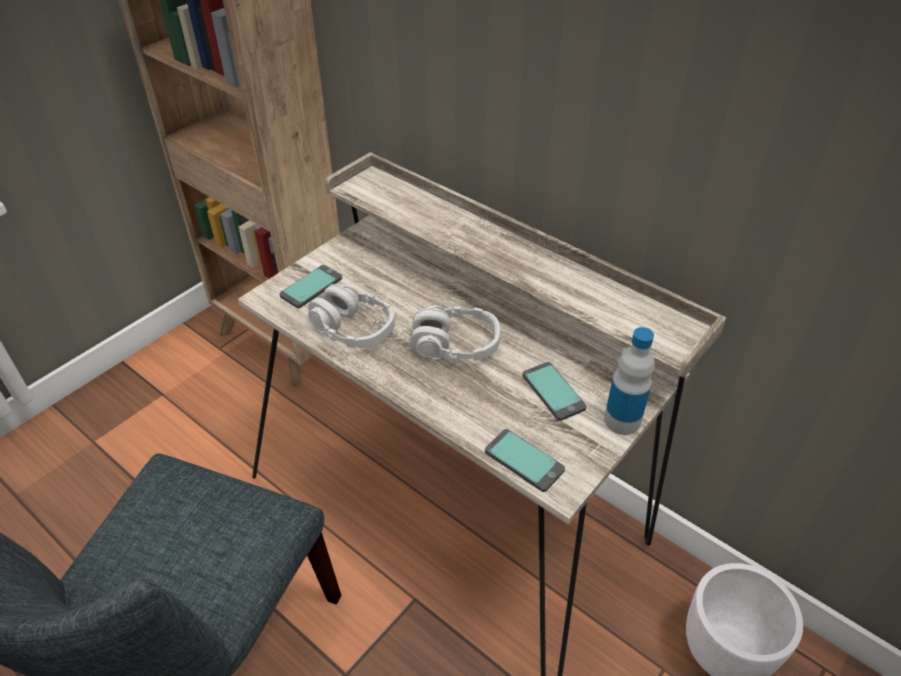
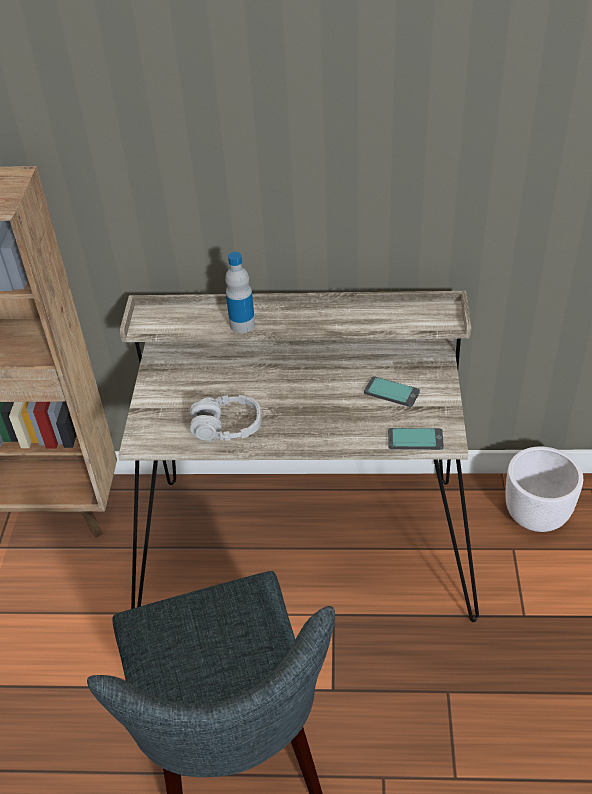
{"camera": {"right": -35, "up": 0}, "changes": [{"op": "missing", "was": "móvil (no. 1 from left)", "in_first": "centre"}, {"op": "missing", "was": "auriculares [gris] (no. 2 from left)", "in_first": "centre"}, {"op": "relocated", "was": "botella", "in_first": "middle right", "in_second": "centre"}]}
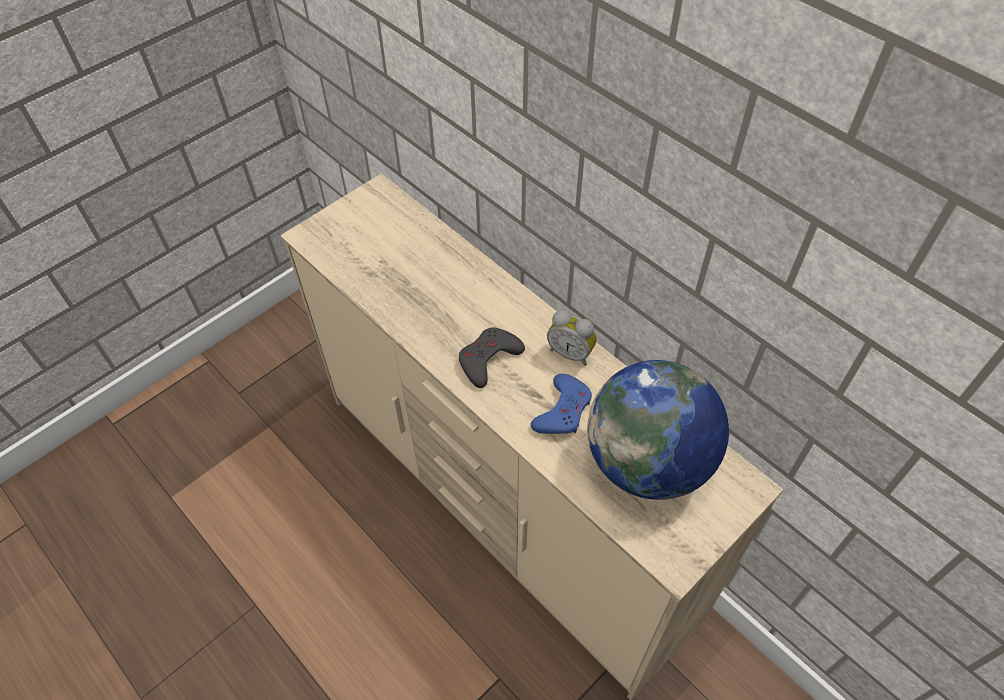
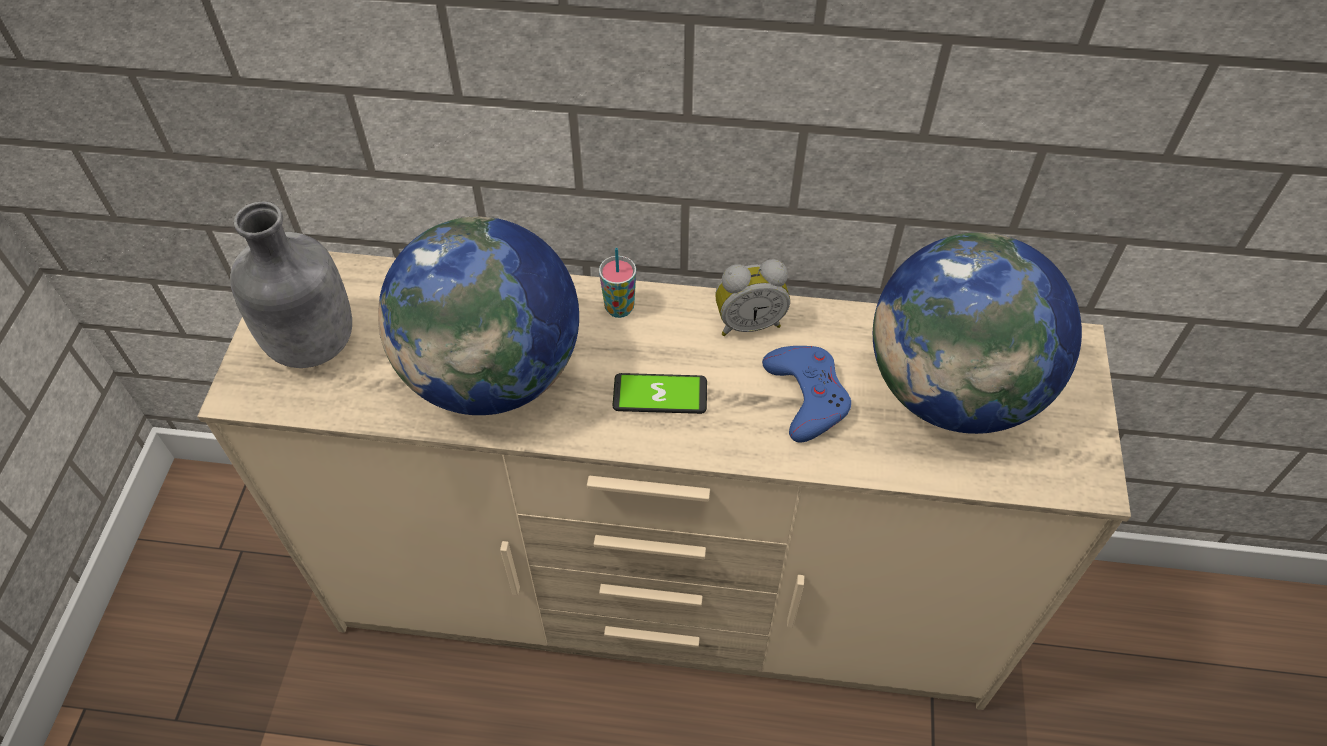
{"camera": {"right": -40, "up": 0}, "changes": [{"op": "exchanged", "was": "mando de consola [gris]", "now": "móvil", "in_first": "centre", "in_second": "centre"}, {"op": "appeared", "now": "botella [gris]", "in_second": "middle left"}, {"op": "appeared", "now": "globo terráqueo (no. 1 from left)", "in_second": "centre"}, {"op": "appeared", "now": "taza", "in_second": "centre"}]}
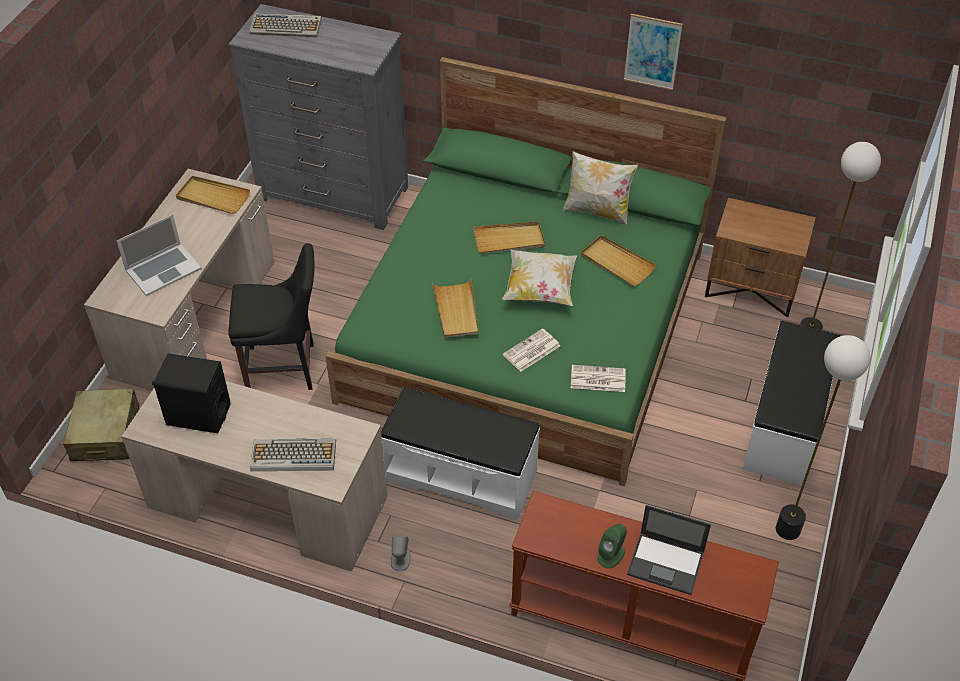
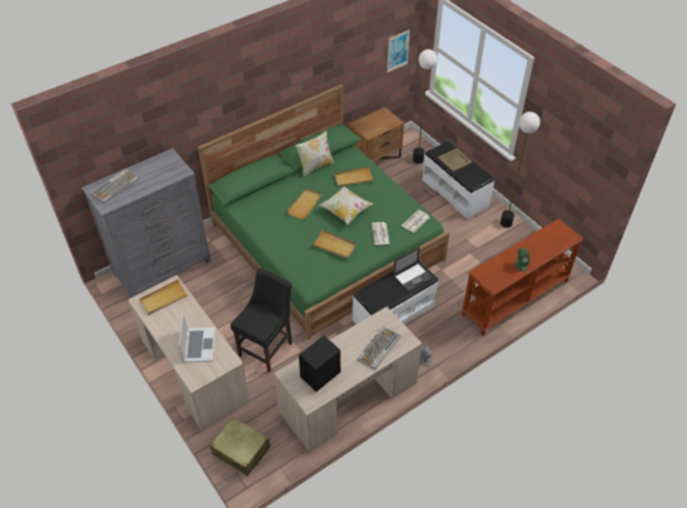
{"camera": {"right": -55, "up": 0}, "changes": [{"op": "relocated", "was": "cuadro", "in_first": "top right", "in_second": "top centre"}, {"op": "relocated", "was": "portátil (no. 2 from left)", "in_first": "bottom right", "in_second": "centre"}, {"op": "appeared", "now": "bandeja [beis] (no. 5 from left)", "in_second": "top centre"}]}
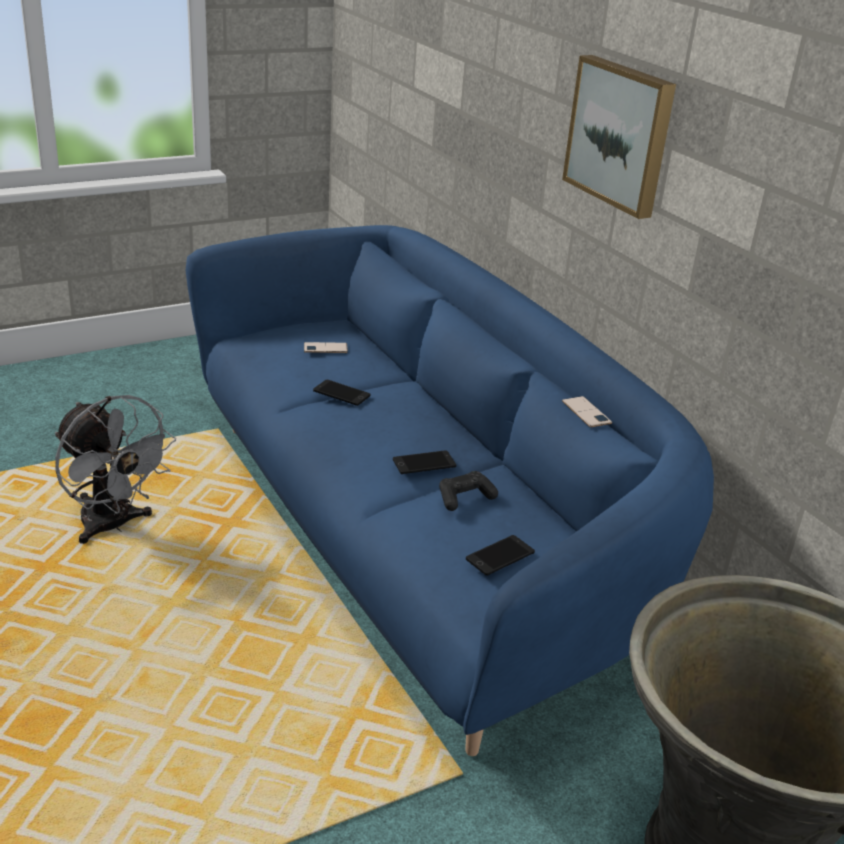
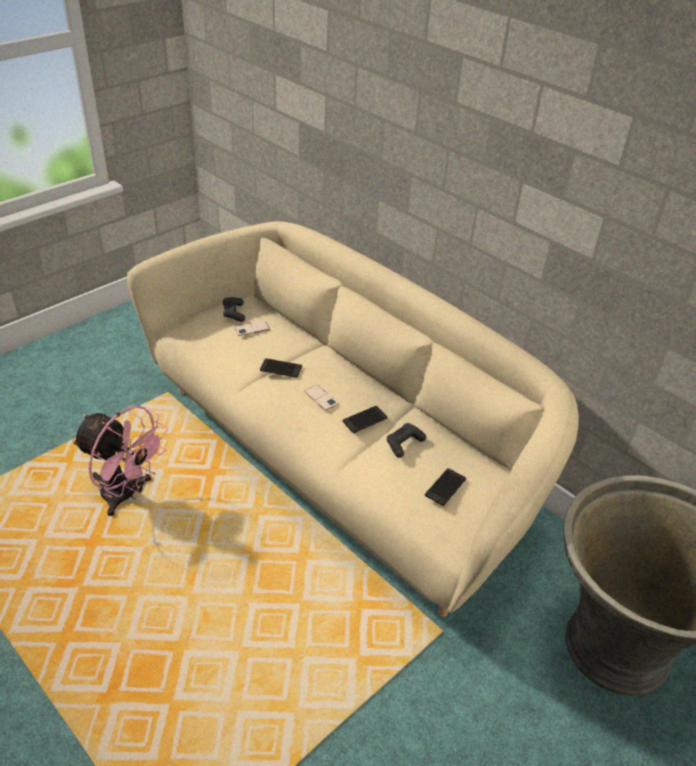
{"camera": {"right": -15, "up": 10}, "changes": [{"op": "colour", "was": "ventilador [gris]", "now": "ventilador [rosa]", "in_first": "middle left", "in_second": "middle left"}, {"op": "colour", "was": "sofá [azul]", "now": "sofá [beis]", "in_first": "centre", "in_second": "centre"}, {"op": "missing", "was": "cuadro", "in_first": "top right"}, {"op": "relocated", "was": "móvil (no. 5 from left in the first image)", "now": "móvil (no. 3 from left)", "in_first": "middle right", "in_second": "centre"}, {"op": "appeared", "now": "mando de consola [negro] (no. 1 from left)", "in_second": "centre"}]}
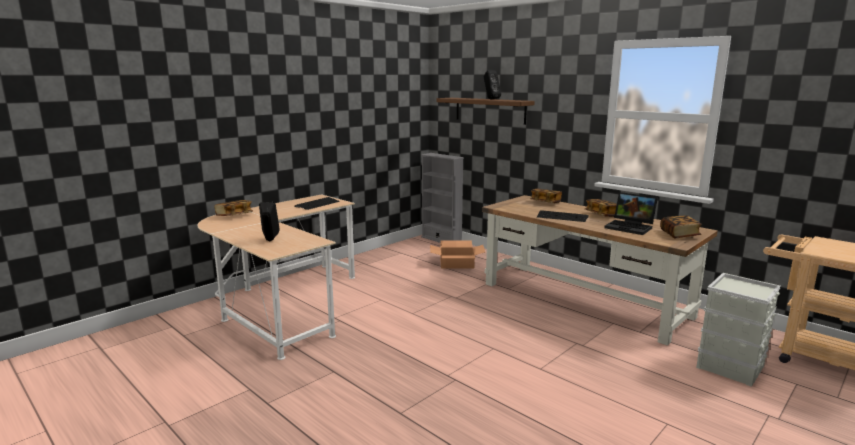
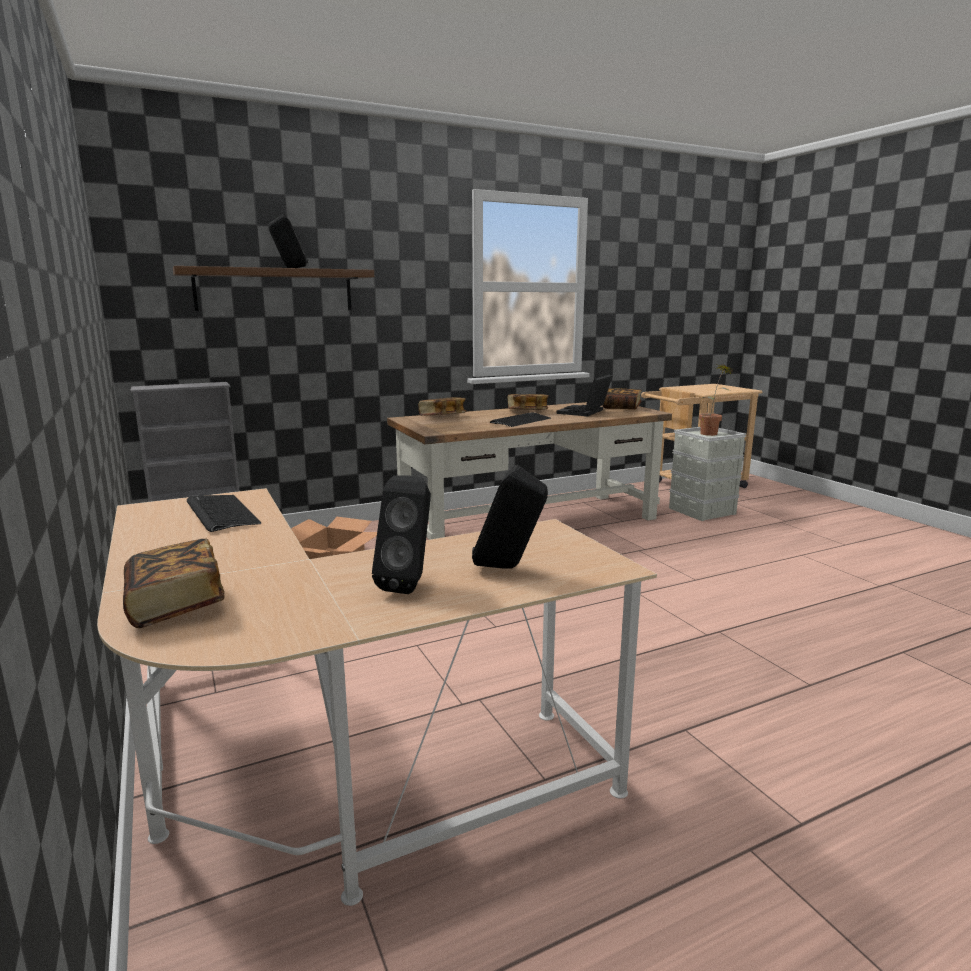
{"camera": {"right": -70, "up": 0}, "changes": [{"op": "spun", "was": "portátil", "in_first": "middle right", "in_second": "centre", "clockwise": 150}, {"op": "appeared", "now": "altavoz [negro] (no. 2 from left)", "in_second": "centre"}, {"op": "appeared", "now": "planta en maceta", "in_second": "middle right"}]}
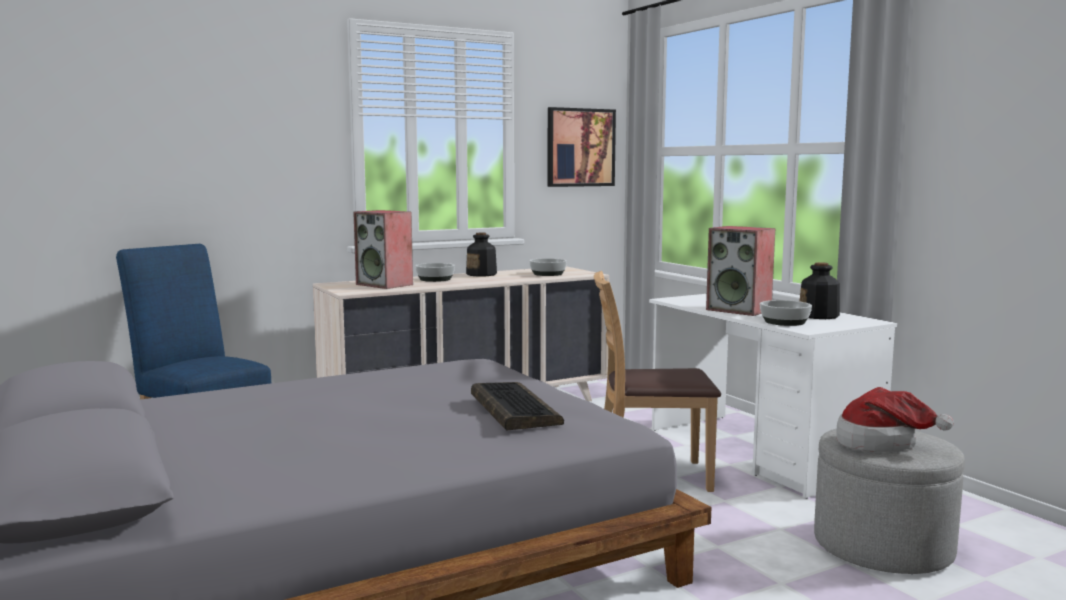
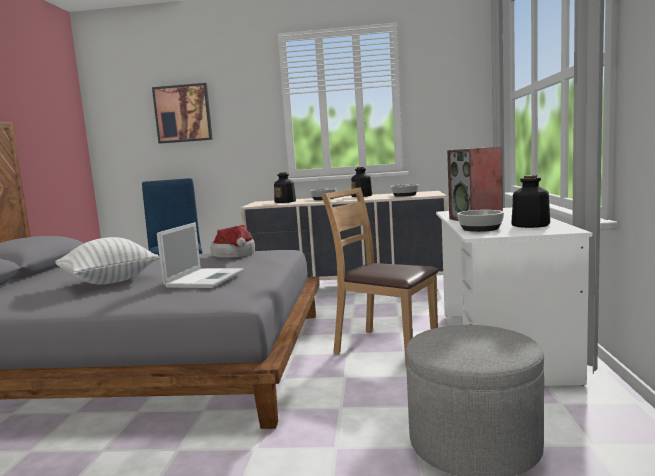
{"camera": {"right": 35, "up": 0}, "changes": [{"op": "exchanged", "was": "altavoz (no. 1 from left)", "now": "botella (no. 1 from left)", "in_first": "centre", "in_second": "centre"}, {"op": "exchanged", "was": "teclado", "now": "portátil", "in_first": "bottom centre", "in_second": "middle left"}, {"op": "relocated", "was": "cuadro", "in_first": "top centre", "in_second": "top left"}, {"op": "relocated", "was": "sombrero", "in_first": "bottom right", "in_second": "centre"}, {"op": "appeared", "now": "cojín [blanco]", "in_second": "middle left"}]}
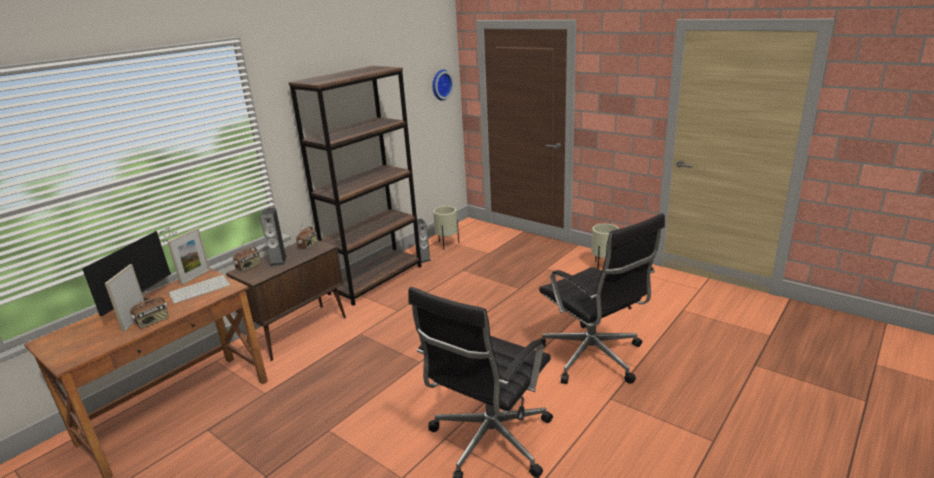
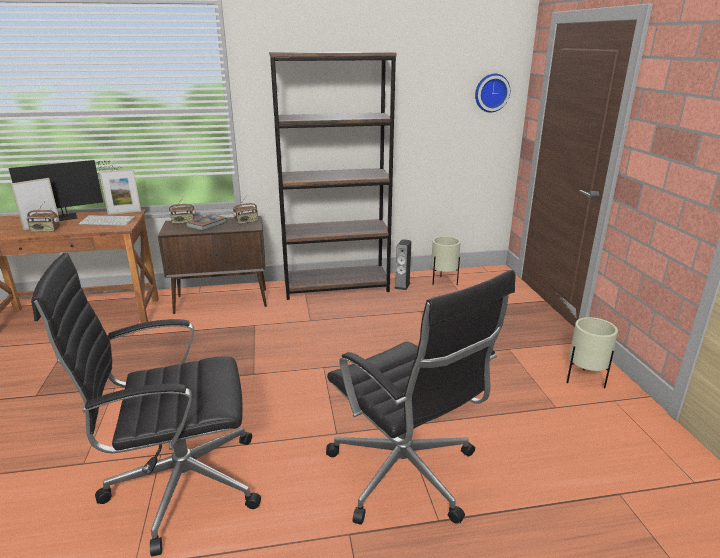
{"camera": {"right": 40, "up": 0}, "changes": [{"op": "exchanged", "was": "altavoz (no. 1 from left)", "now": "libro", "in_first": "middle left", "in_second": "middle left"}, {"op": "spun", "was": "silla de oficina [negro] (no. 2 from left)", "in_first": "centre", "in_second": "bottom centre", "clockwise": -45}]}
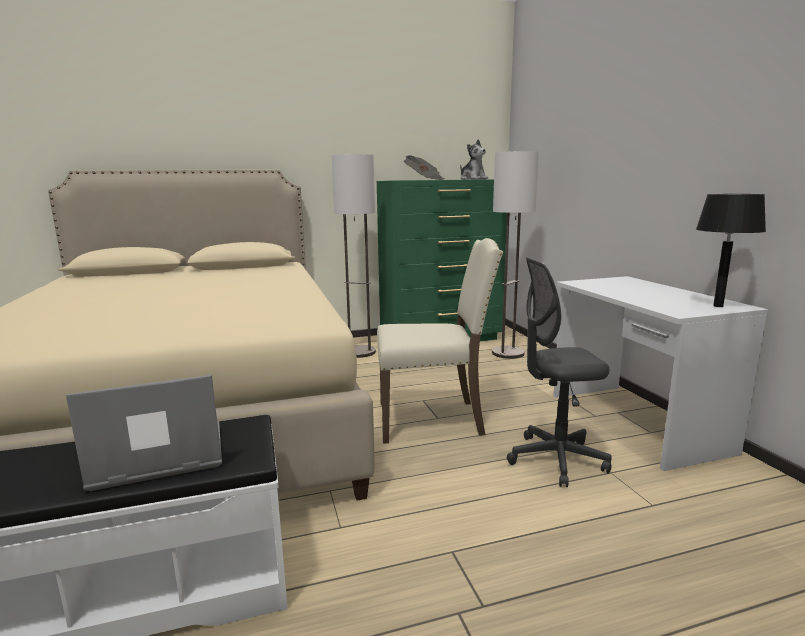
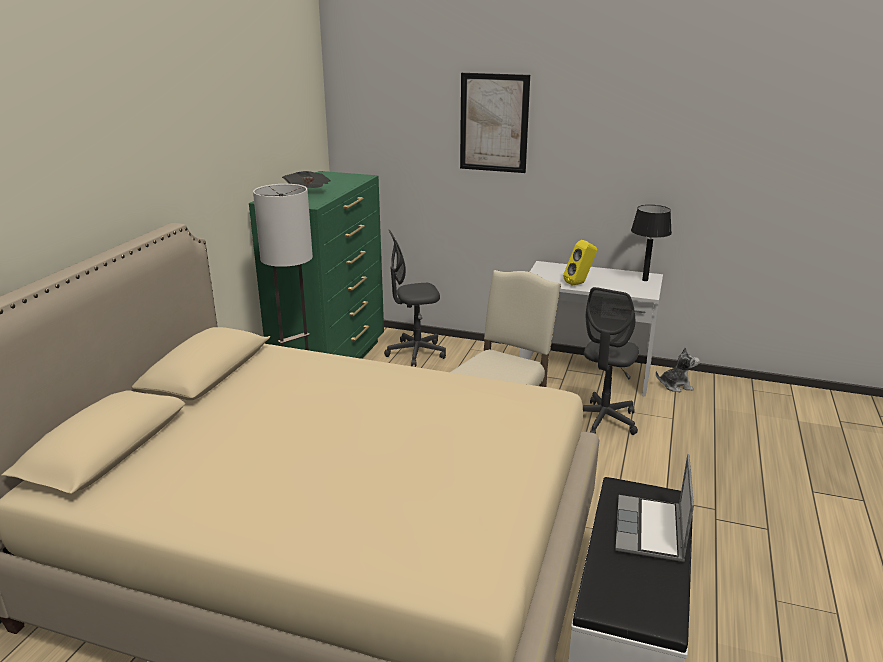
{"camera": {"right": -55, "up": 10}, "changes": [{"op": "relocated", "was": "peluche", "in_first": "top centre", "in_second": "middle right"}, {"op": "exchanged", "was": "lámpara de pie (no. 2 from left)", "now": "silla de oficina [gris] (no. 1 from left)", "in_first": "centre", "in_second": "centre"}, {"op": "appeared", "now": "cuadro", "in_second": "top centre"}, {"op": "appeared", "now": "altavoz [amarillo]", "in_second": "centre"}]}
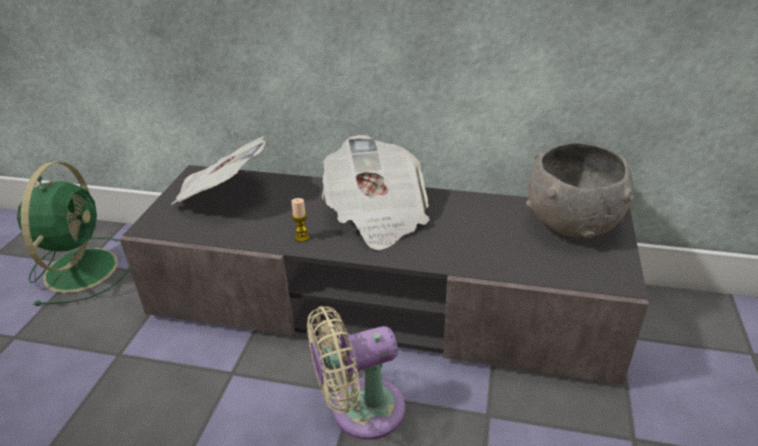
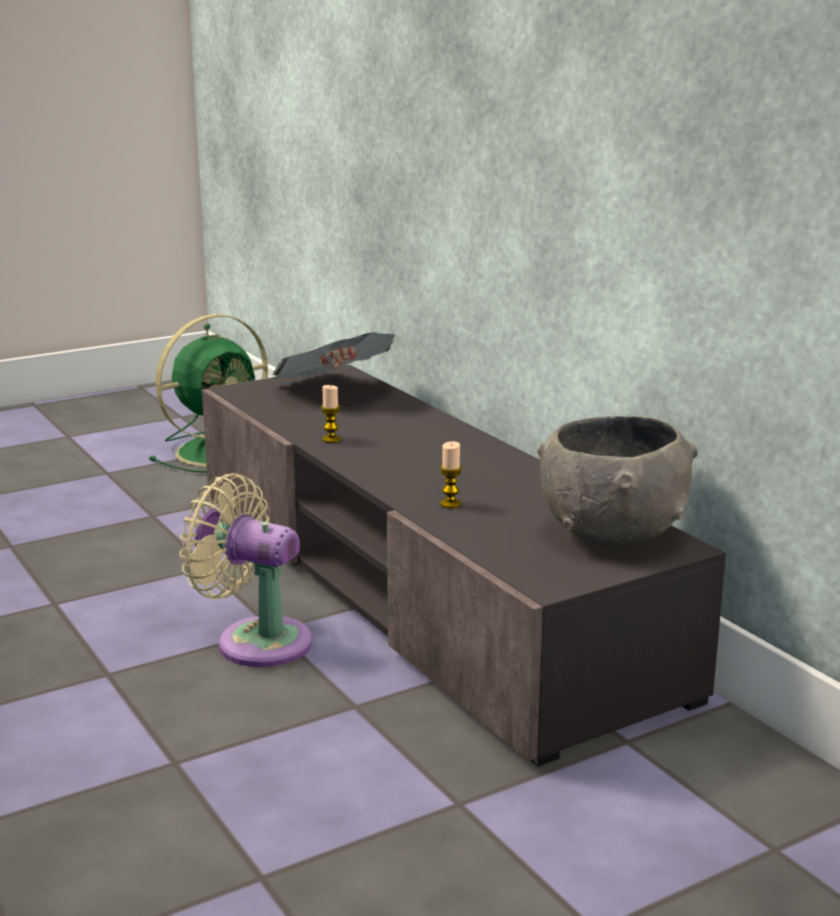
{"camera": {"right": 45, "up": -15}, "changes": [{"op": "missing", "was": "periódico (no. 2 from left)", "in_first": "centre"}, {"op": "appeared", "now": "vela (no. 2 from left)", "in_second": "centre"}]}
